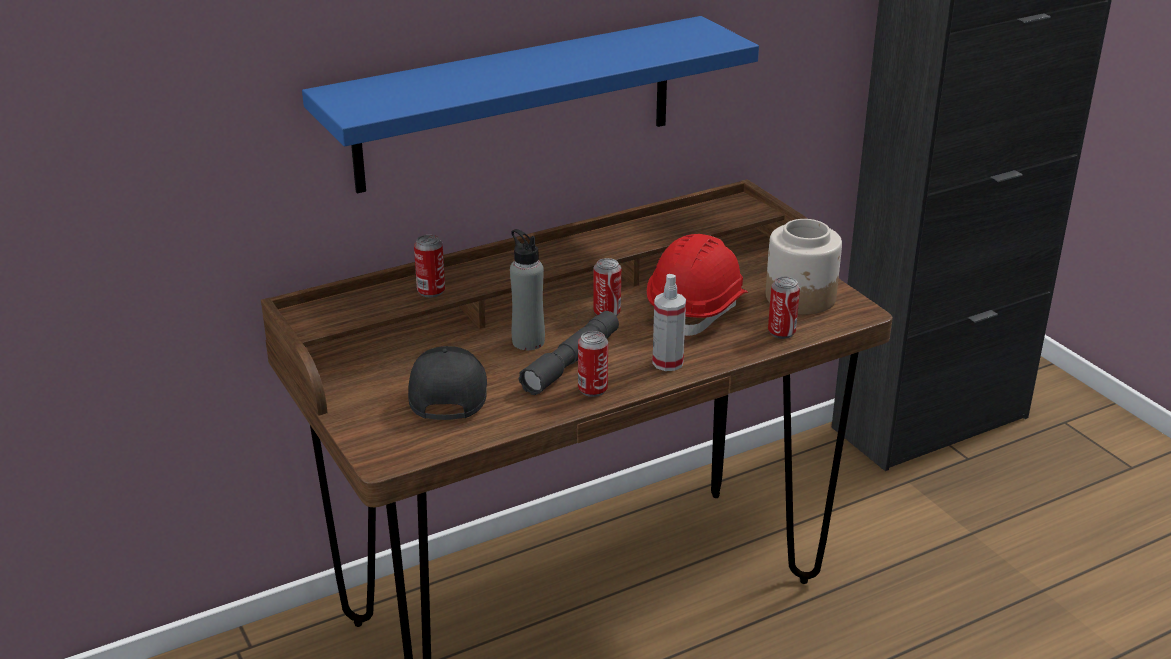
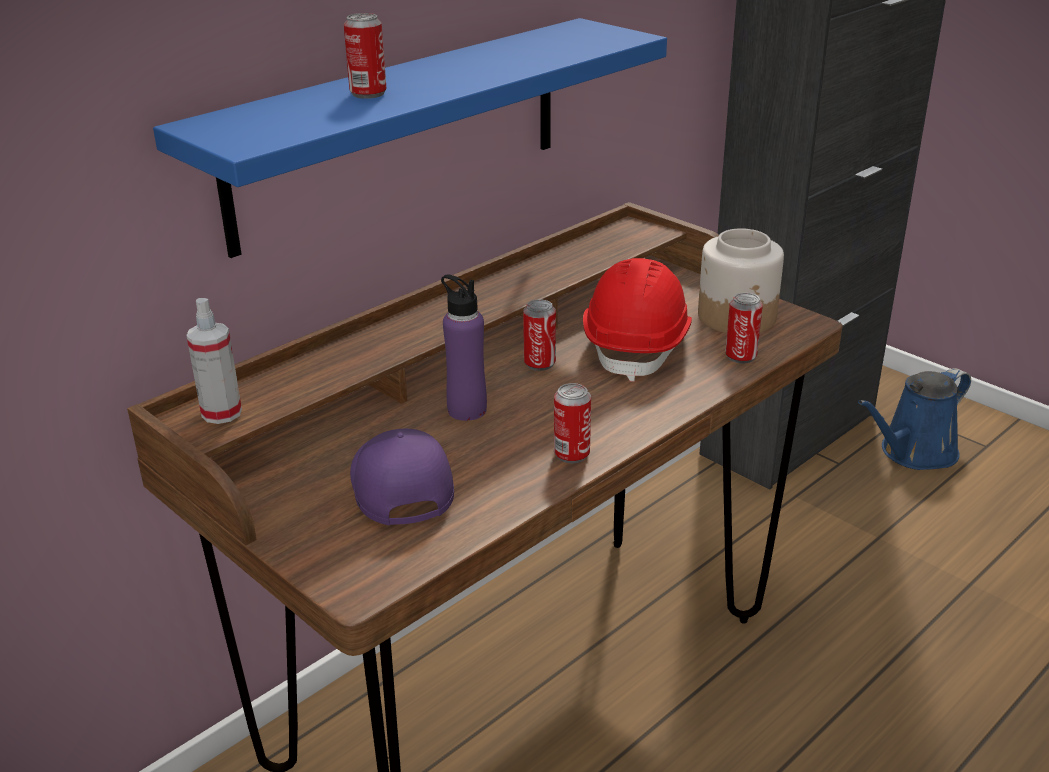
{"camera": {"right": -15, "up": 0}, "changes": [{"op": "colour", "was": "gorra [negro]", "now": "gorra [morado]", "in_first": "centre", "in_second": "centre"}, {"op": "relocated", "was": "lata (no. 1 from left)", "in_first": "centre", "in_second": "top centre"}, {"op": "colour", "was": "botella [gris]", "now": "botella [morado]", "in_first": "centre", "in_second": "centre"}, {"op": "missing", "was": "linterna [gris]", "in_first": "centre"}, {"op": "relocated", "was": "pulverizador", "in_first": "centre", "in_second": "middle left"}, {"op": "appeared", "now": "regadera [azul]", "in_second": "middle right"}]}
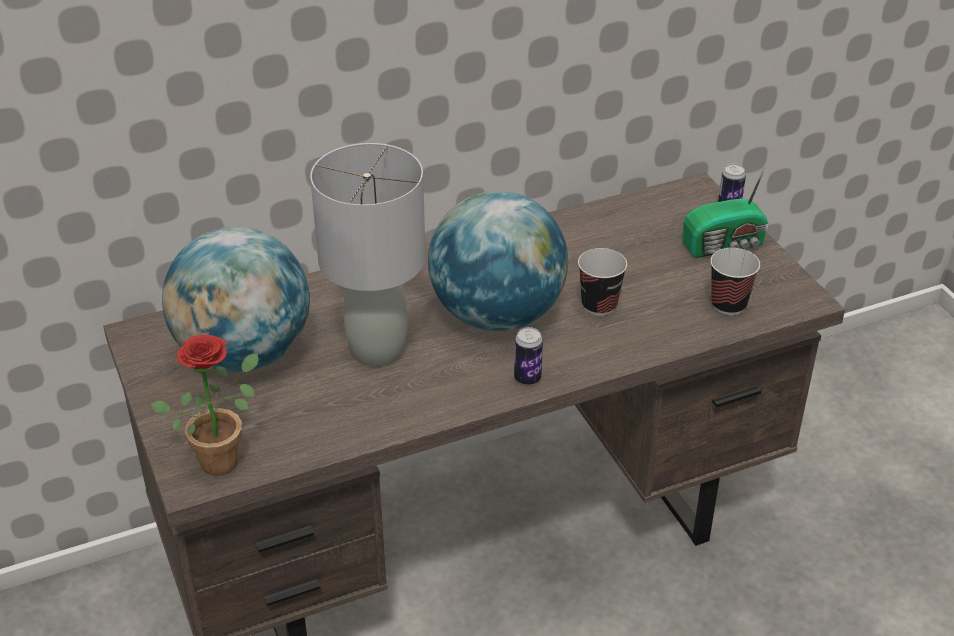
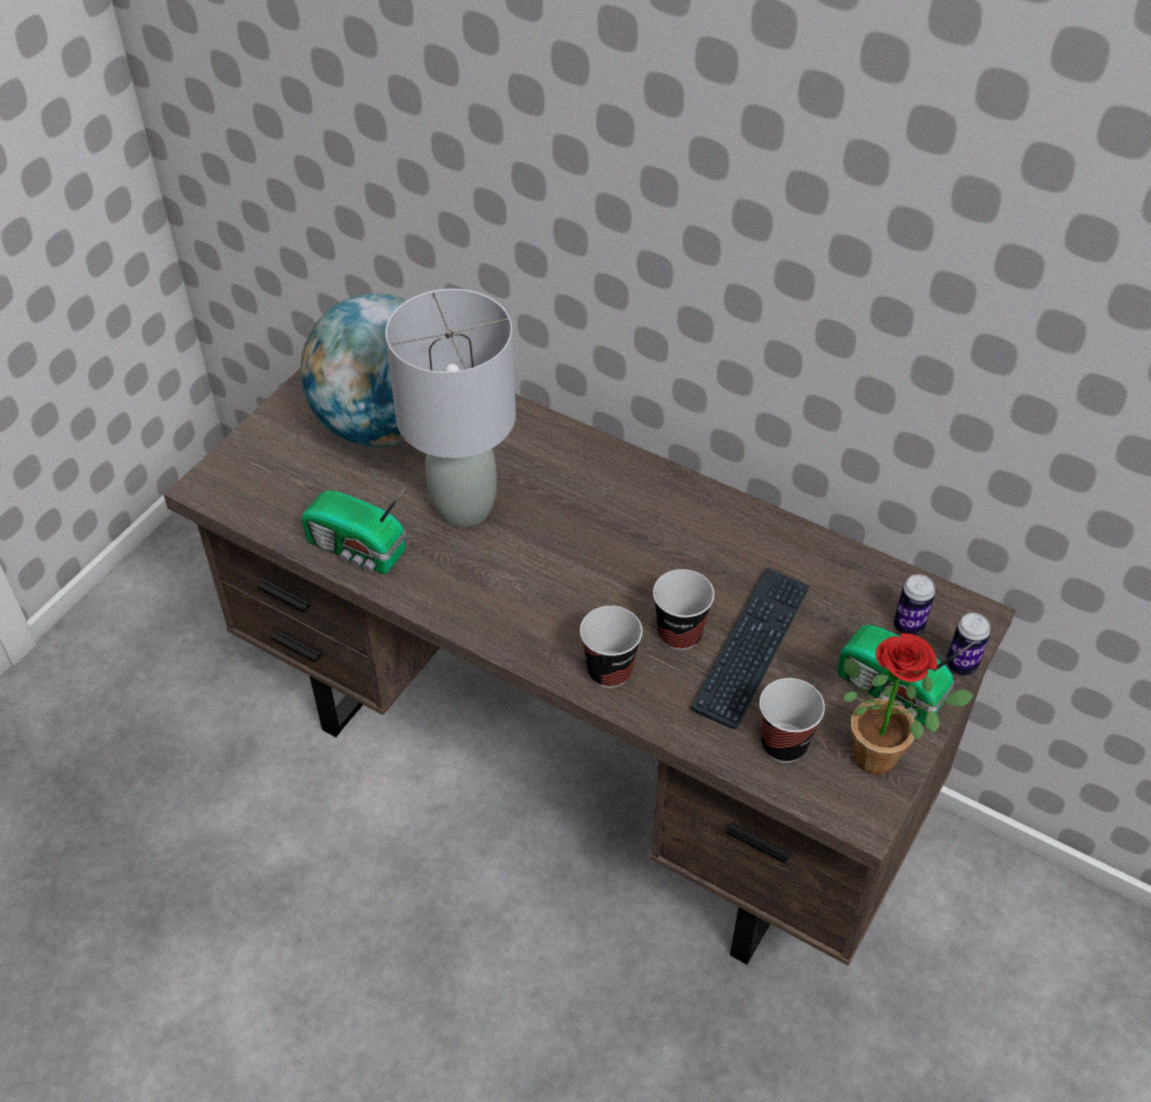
{"camera": {"right": 55, "up": 10}, "changes": [{"op": "relocated", "was": "planta en maceta", "in_first": "middle left", "in_second": "middle right"}, {"op": "missing", "was": "globo terráqueo (no. 2 from left)", "in_first": "centre"}, {"op": "relocated", "was": "lata (no. 1 from left)", "in_first": "centre", "in_second": "middle right"}, {"op": "appeared", "now": "radio (no. 1 from left)", "in_second": "middle left"}, {"op": "appeared", "now": "taza (no. 1 from left)", "in_second": "centre"}, {"op": "appeared", "now": "teclado", "in_second": "centre"}]}
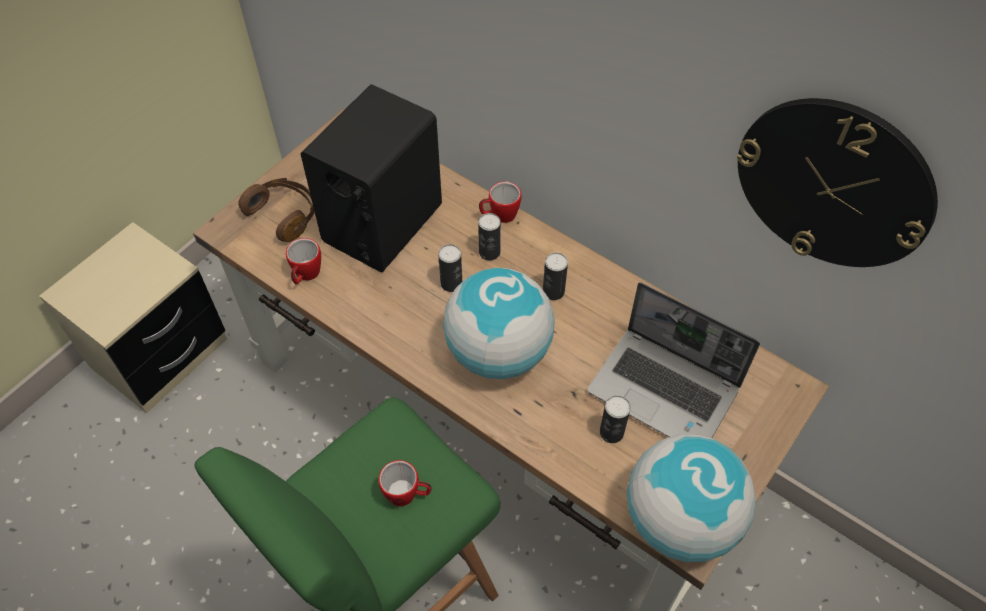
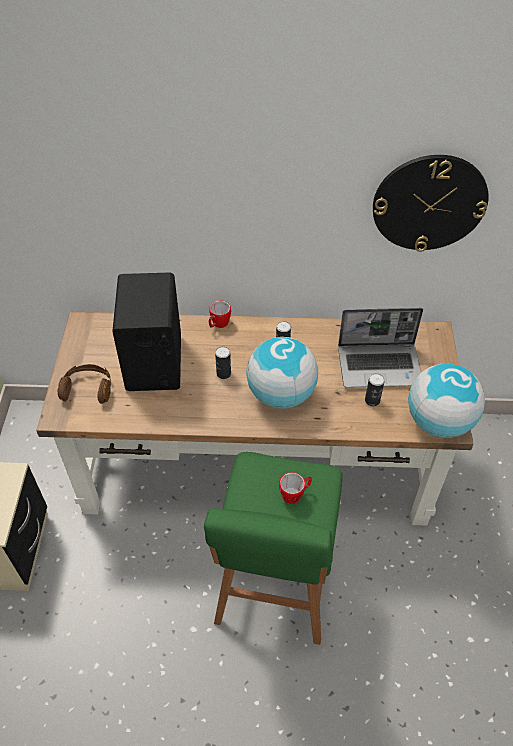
{"camera": {"right": -35, "up": -5}, "changes": [{"op": "missing", "was": "taza grande (no. 1 from left)", "in_first": "middle left"}, {"op": "missing", "was": "lata (no. 2 from left)", "in_first": "centre"}]}
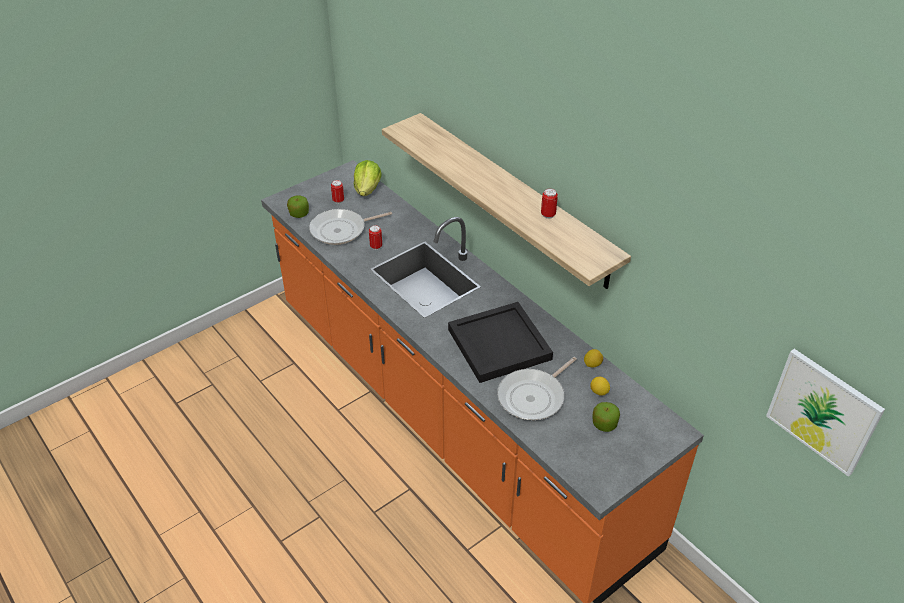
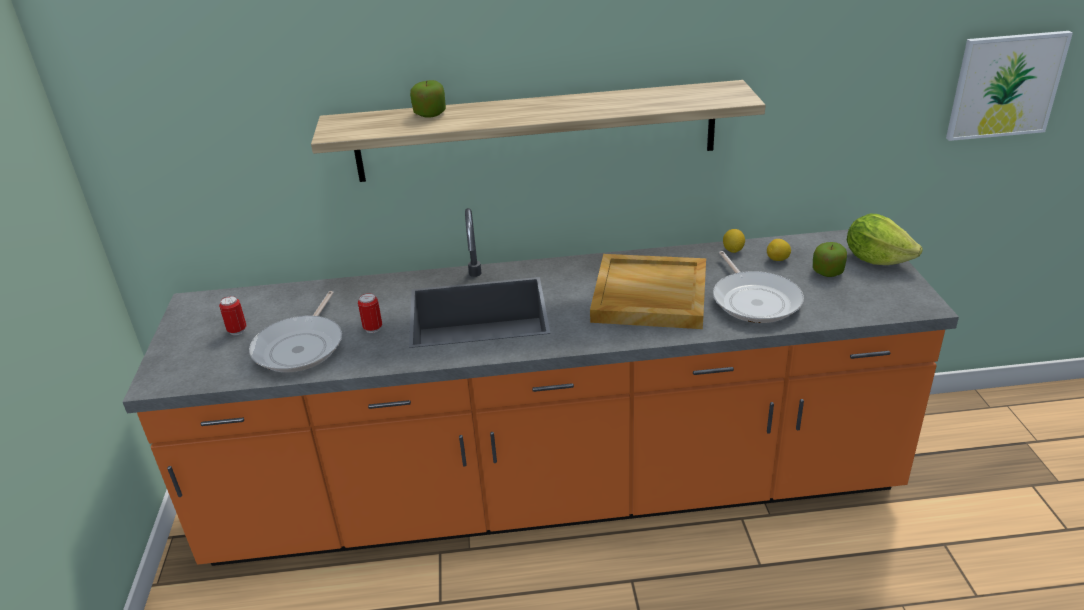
{"camera": {"right": -55, "up": -10}, "changes": [{"op": "relocated", "was": "manzana (no. 1 from left)", "in_first": "middle left", "in_second": "top centre"}, {"op": "relocated", "was": "lechuga", "in_first": "top centre", "in_second": "middle right"}, {"op": "colour", "was": "bandeja [negro]", "now": "bandeja [beis]", "in_first": "centre", "in_second": "centre"}, {"op": "missing", "was": "lata (no. 3 from left)", "in_first": "centre"}]}
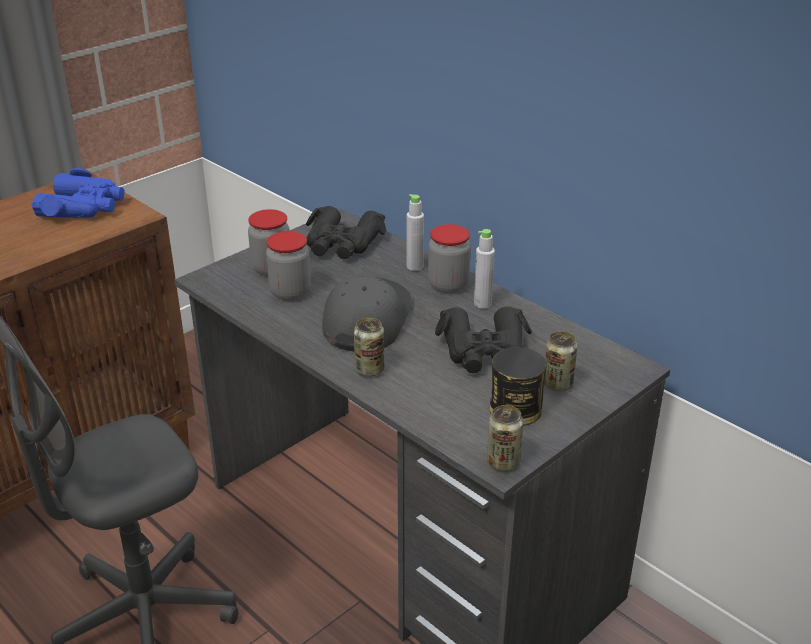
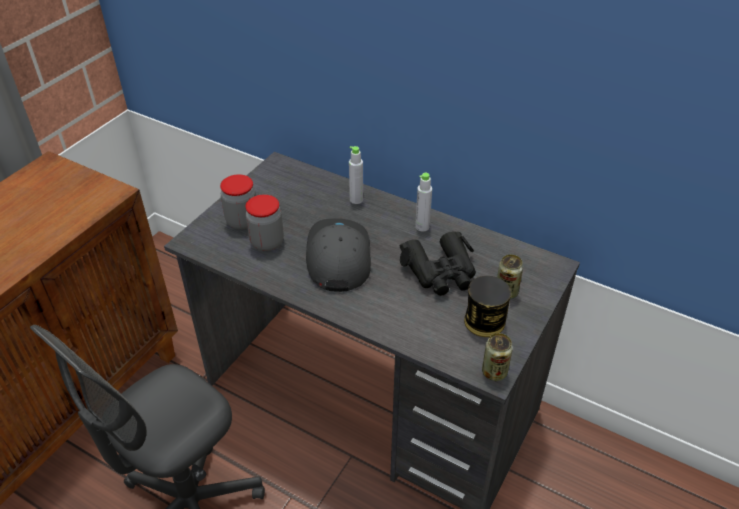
{"camera": {"right": -15, "up": 10}, "changes": [{"op": "missing", "was": "prismáticos [azul]", "in_first": "top left"}, {"op": "missing", "was": "prismáticos [negro] (no. 1 from left)", "in_first": "centre"}, {"op": "missing", "was": "lata (no. 1 from left)", "in_first": "centre"}, {"op": "missing", "was": "tarro (no. 3 from left)", "in_first": "centre"}]}
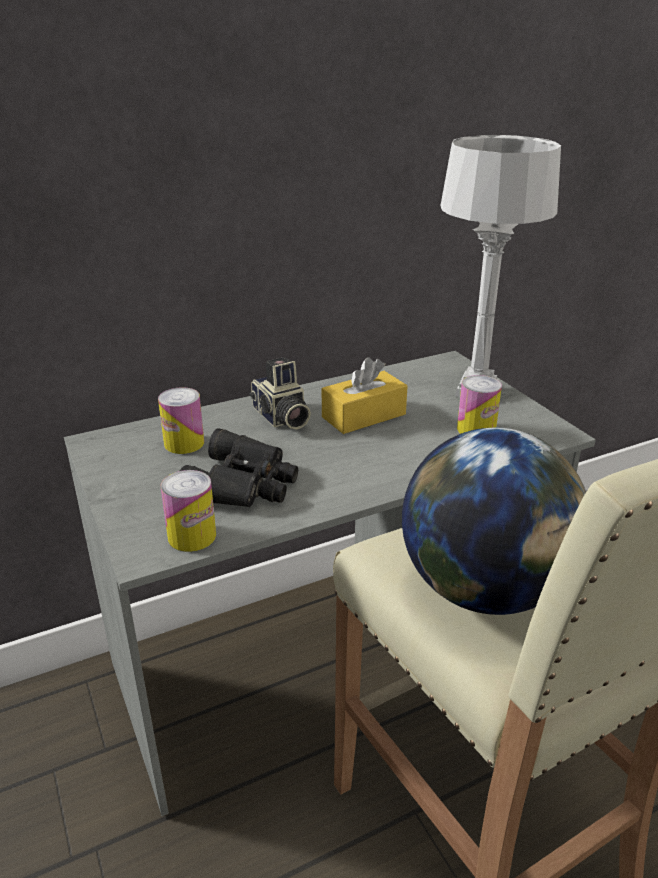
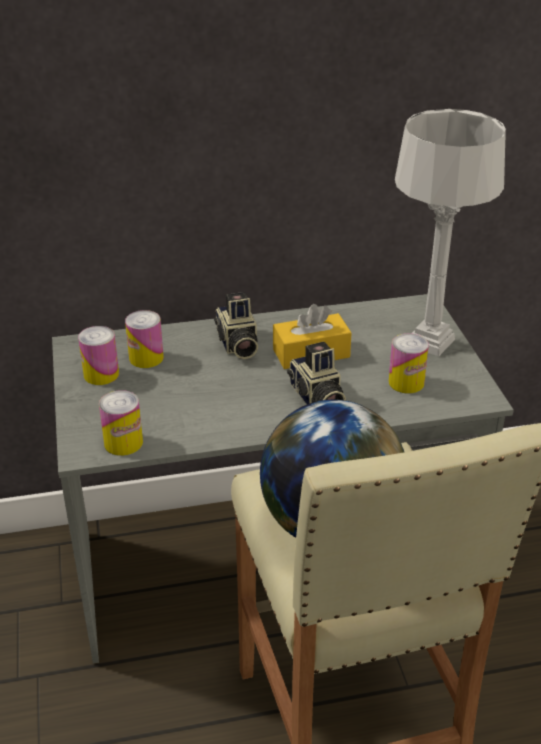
{"camera": {"right": 15, "up": 5}, "changes": [{"op": "missing", "was": "prismáticos [negro]", "in_first": "centre"}, {"op": "appeared", "now": "lata (no. 1 from left)", "in_second": "middle left"}, {"op": "appeared", "now": "cámara (no. 2 from left)", "in_second": "centre"}]}
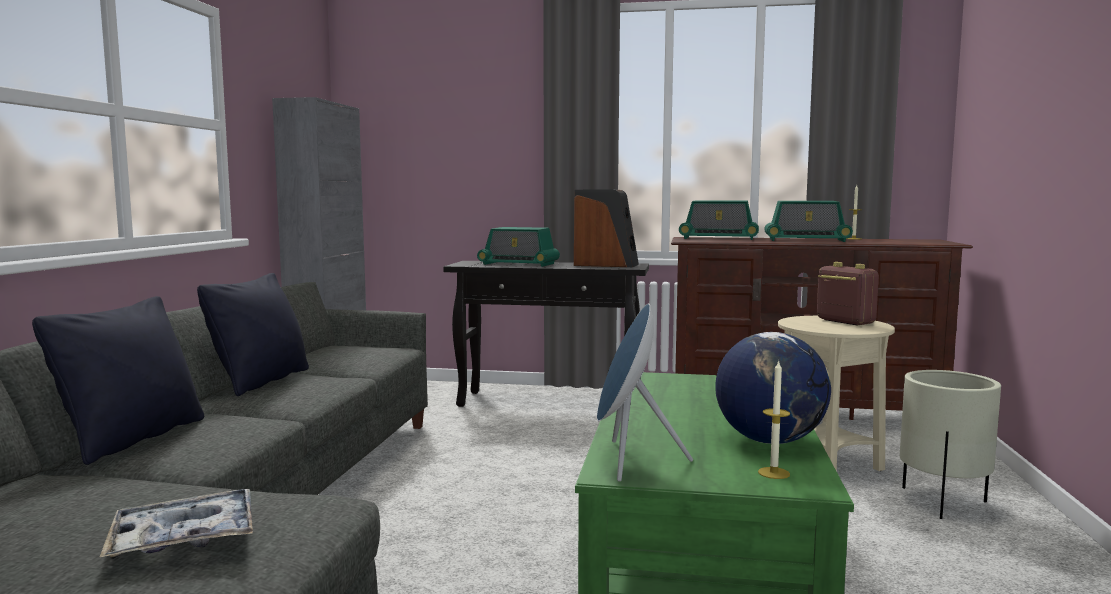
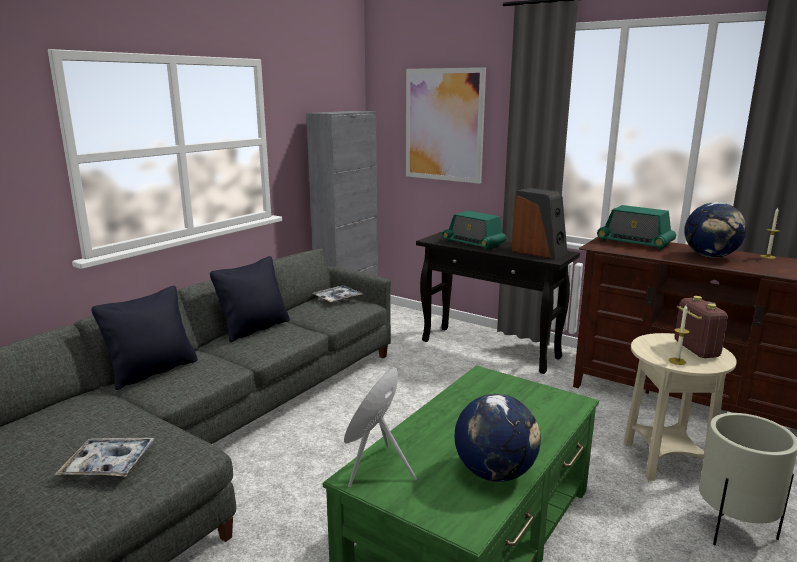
{"camera": {"right": 25, "up": 10}, "changes": [{"op": "relocated", "was": "vela (no. 1 from left)", "in_first": "bottom right", "in_second": "middle right"}, {"op": "exchanged", "was": "radio (no. 3 from left)", "now": "globo terráqueo (no. 2 from left)", "in_first": "middle right", "in_second": "middle right"}, {"op": "appeared", "now": "bandeja (no. 2 from left)", "in_second": "centre"}, {"op": "appeared", "now": "cuadro", "in_second": "top centre"}]}
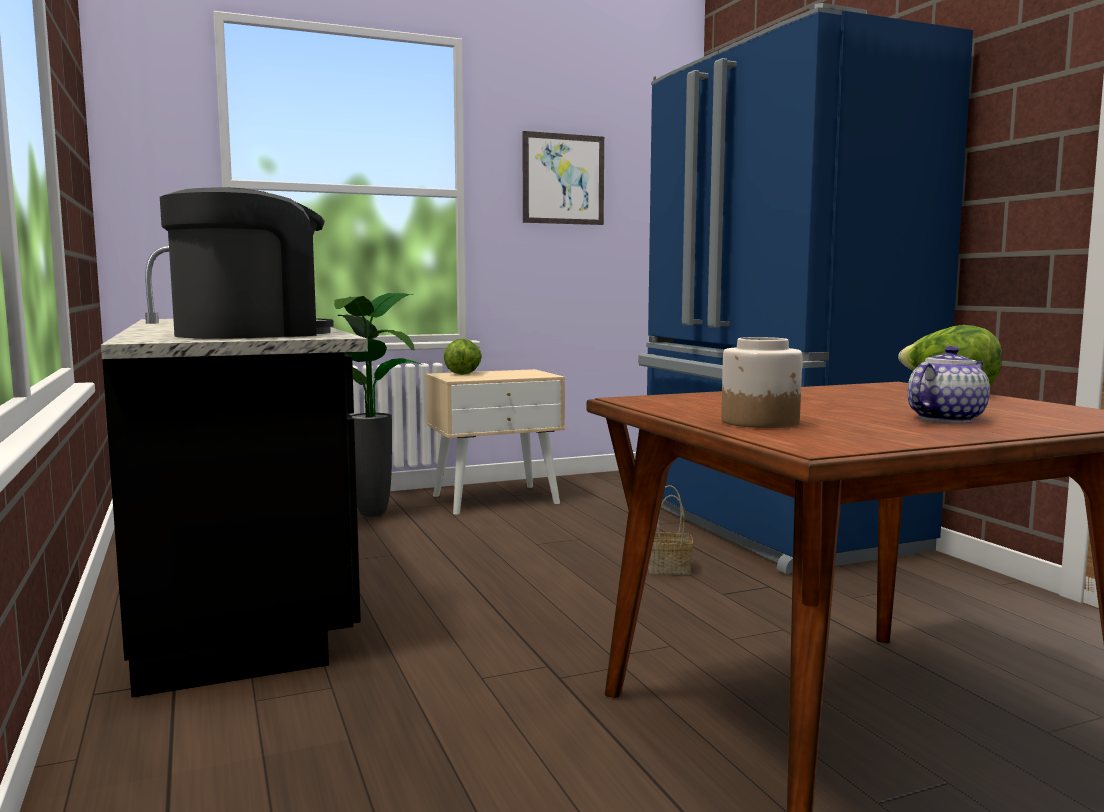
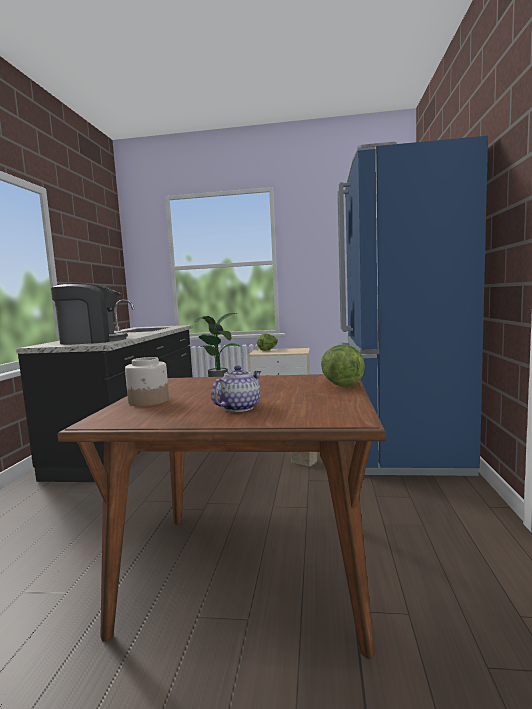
{"camera": {"right": 30, "up": 0}, "changes": [{"op": "missing", "was": "cuadro", "in_first": "top centre"}, {"op": "spun", "was": "tetera", "in_first": "middle right", "in_second": "centre", "clockwise": -45}]}
